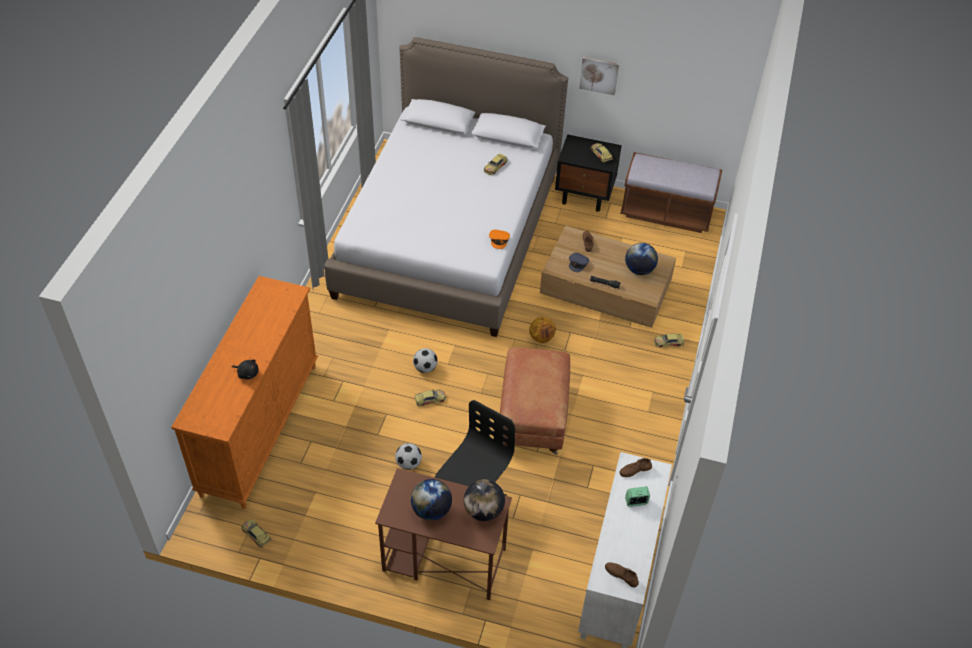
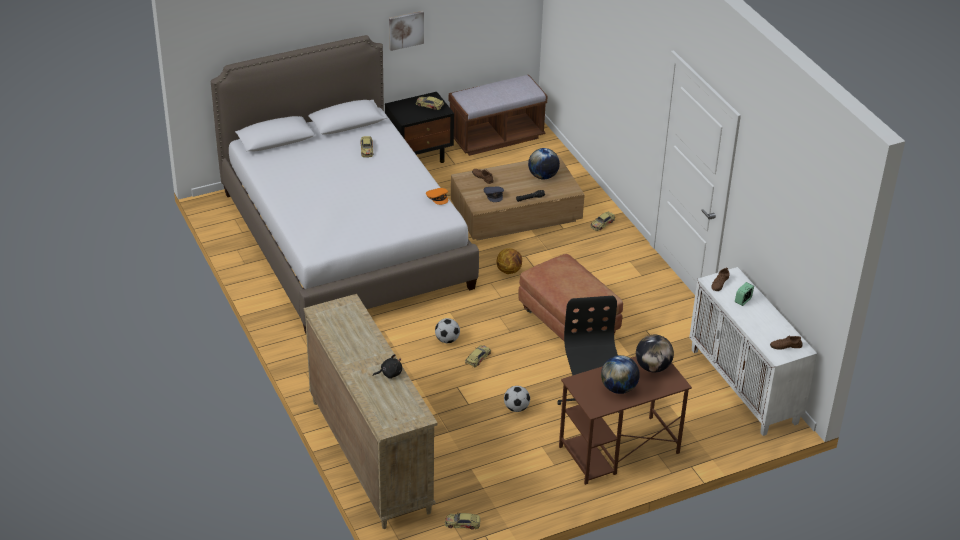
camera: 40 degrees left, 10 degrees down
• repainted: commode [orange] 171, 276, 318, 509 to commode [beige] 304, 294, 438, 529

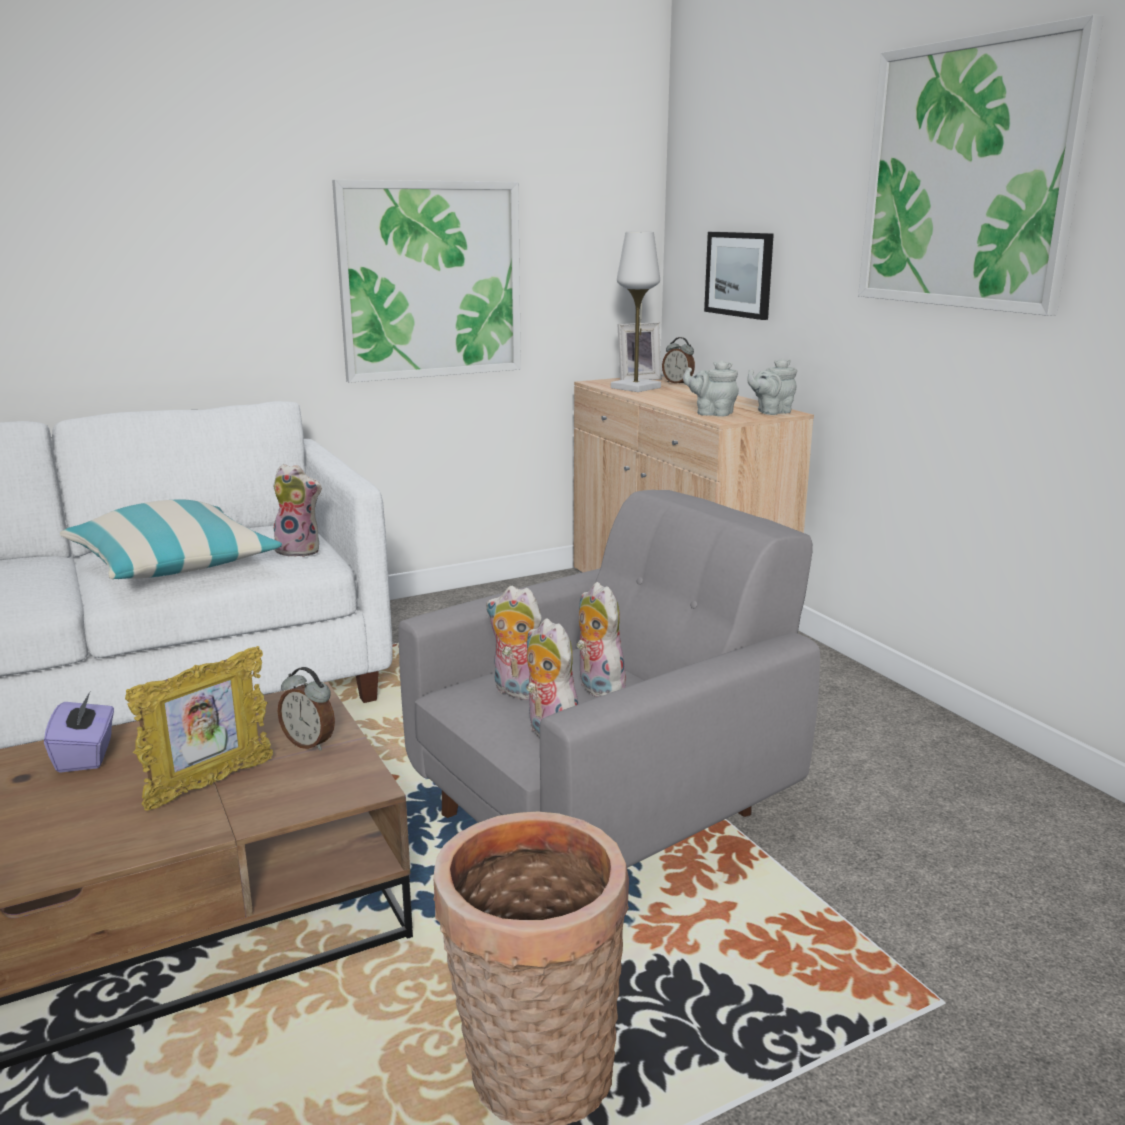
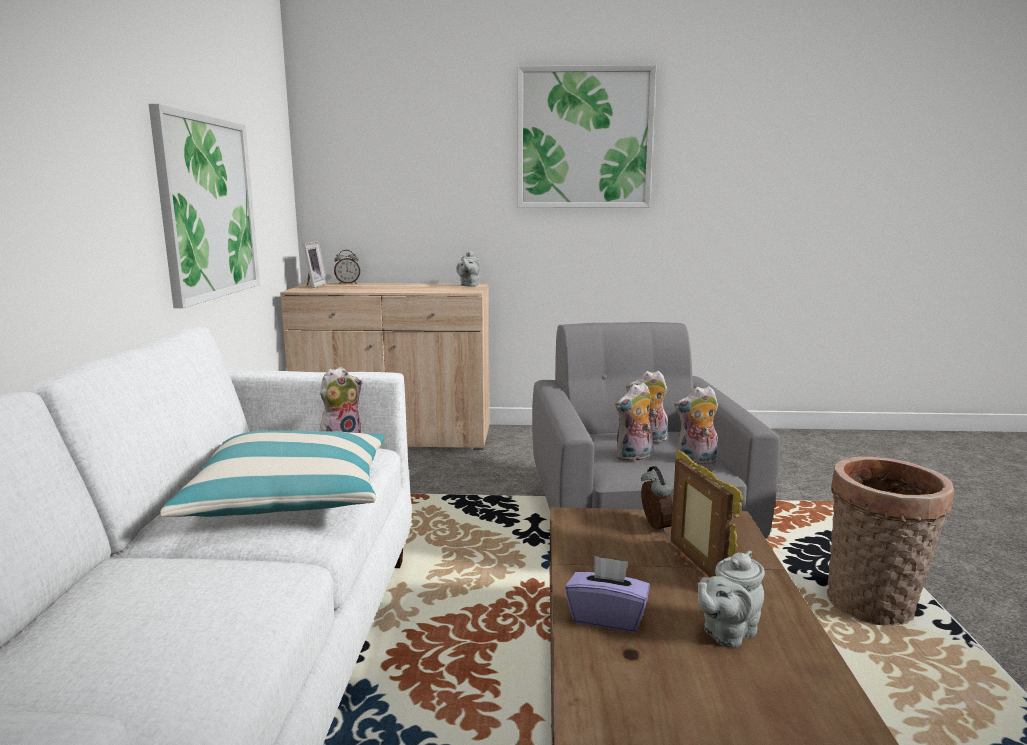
camera: 60 degrees left, 5 degrees down
• gone: lampe de table [blanc] 611, 232, 661, 392
• gone: tableau 704, 232, 774, 320
• shifted: théière [gris] 683, 361, 739, 417 to 697, 551, 765, 648
• rotated: réveil 278, 667, 335, 751 = 641, 466, 673, 533 75 degrees counterclockwise

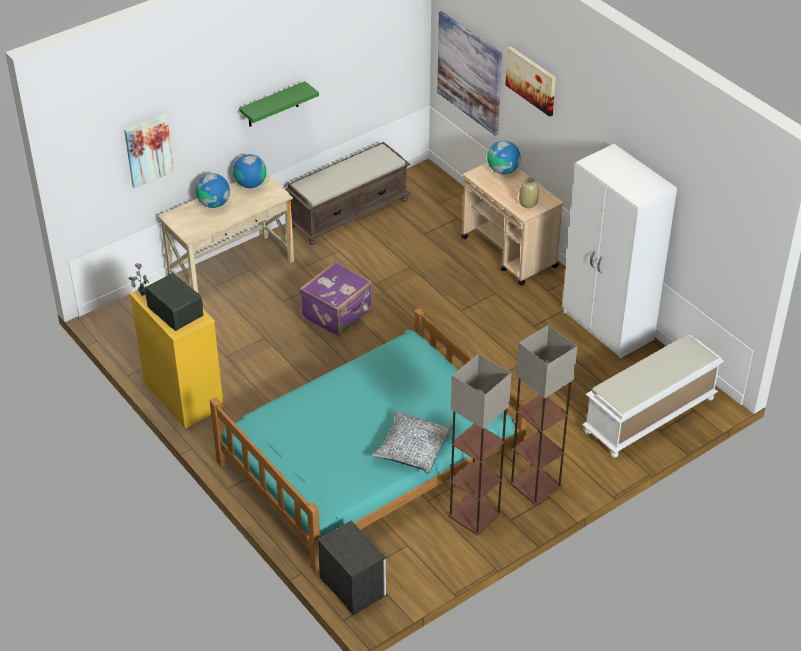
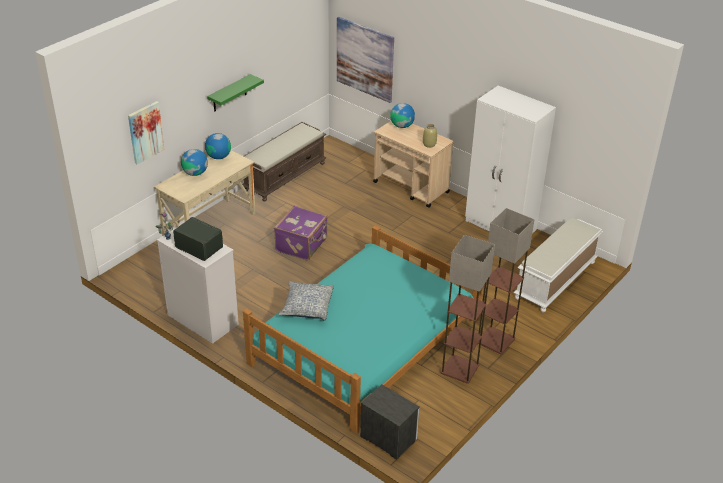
camera: 15 degrees left, 5 degrees down
• gone: tableau 505, 46, 556, 117
• shifted: coussin 371, 410, 453, 474 to 278, 281, 334, 321
• repainted: commode [jaune] 130, 284, 224, 429 to commode [blanc] 157, 226, 239, 344

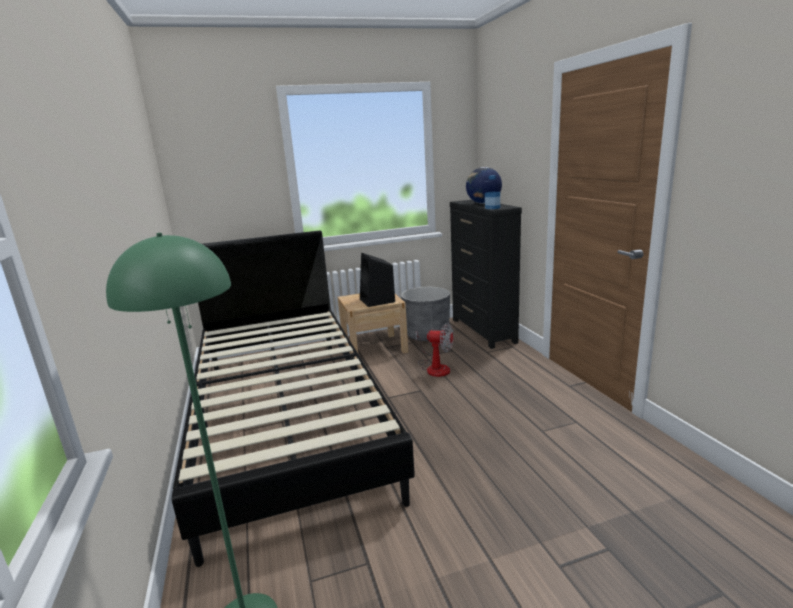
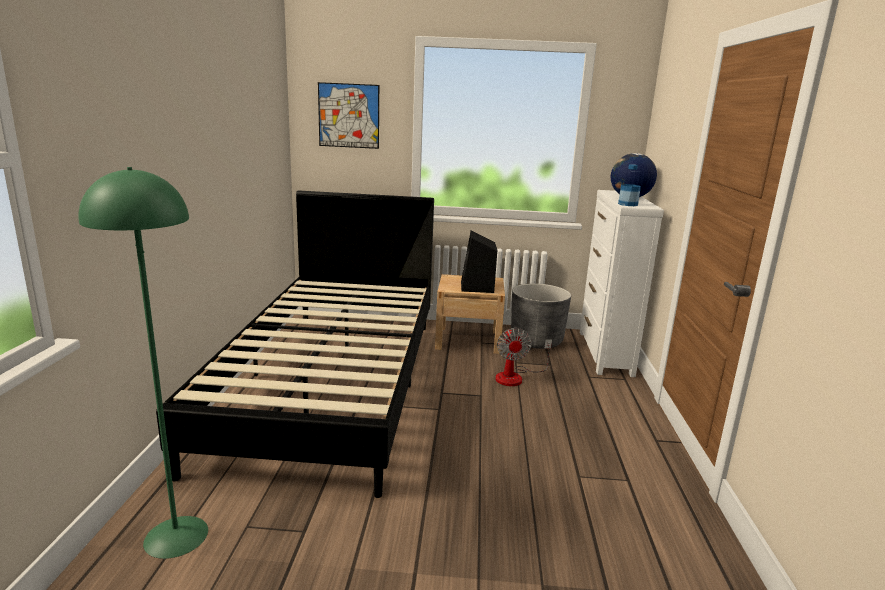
camera: 20 degrees right, 0 degrees up
• new: tableau 318, 82, 379, 149
• repainted: commode [noir] 450, 200, 522, 349 to commode [blanc] 580, 190, 664, 377
• rotated: ventilateur 415, 323, 454, 377 = 495, 328, 552, 386 45 degrees clockwise

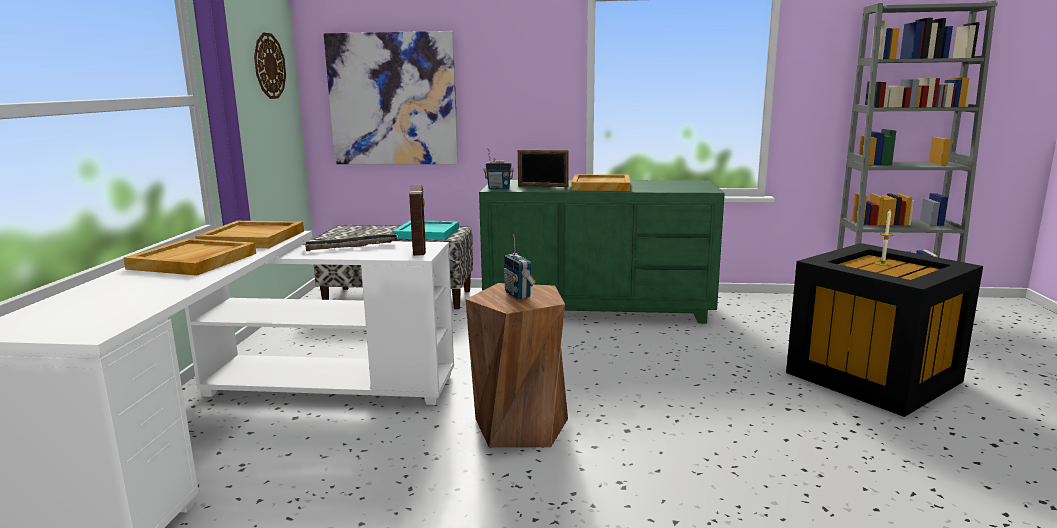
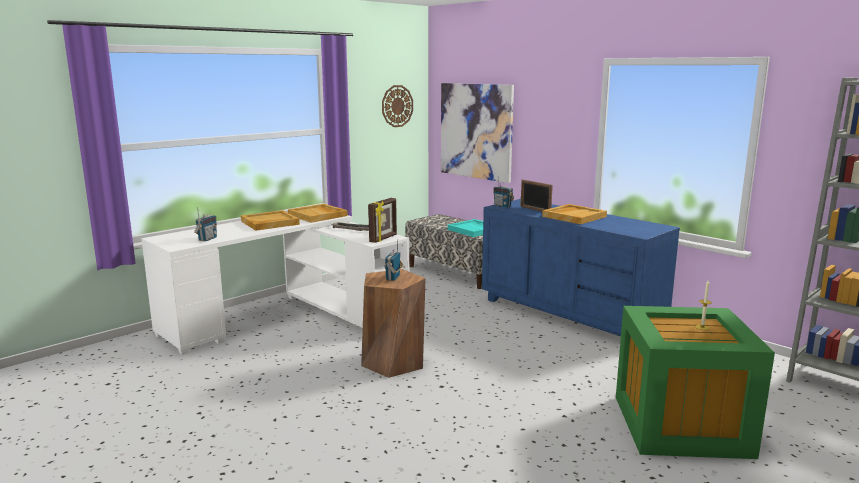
camera: 40 degrees right, 0 degrees up
• new: radio 194, 207, 217, 241
• repainted: commode [vert] 479, 180, 725, 323 to commode [bleu] 482, 199, 680, 336
• repainted: boîte de rangement [noir] 786, 243, 983, 417 to boîte de rangement [vert] 616, 306, 775, 459

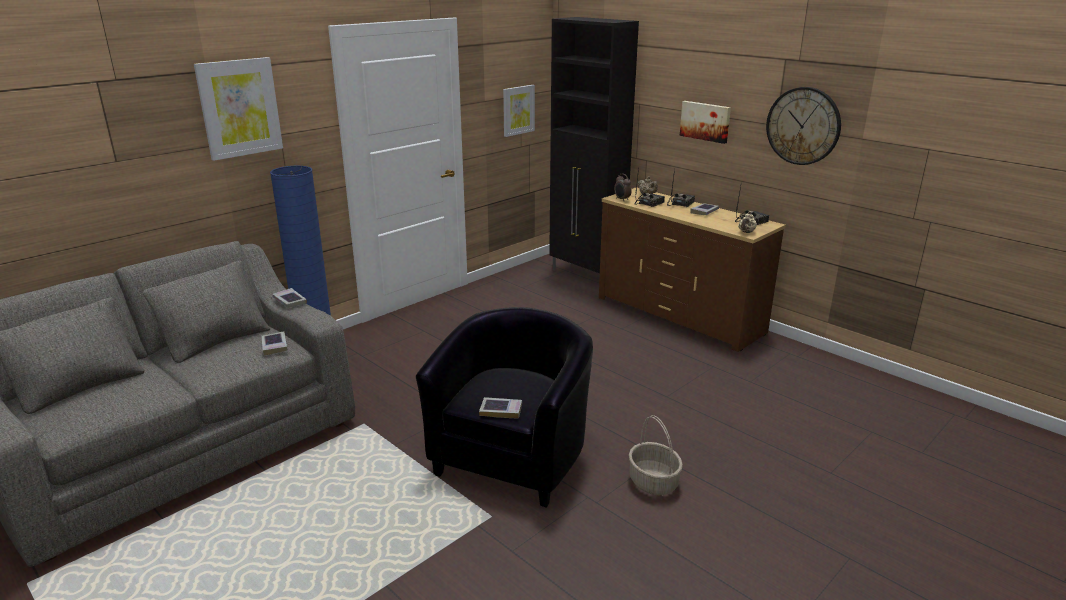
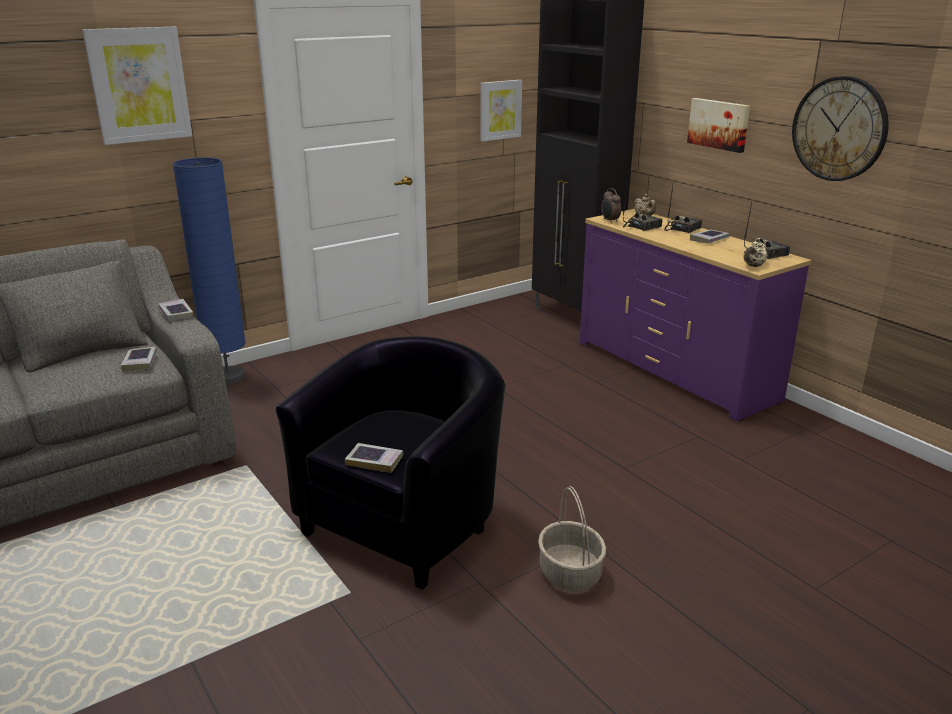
camera: 10 degrees right, 0 degrees up
• repainted: commode [marron] 599, 188, 786, 352 to commode [violet] 580, 209, 811, 421

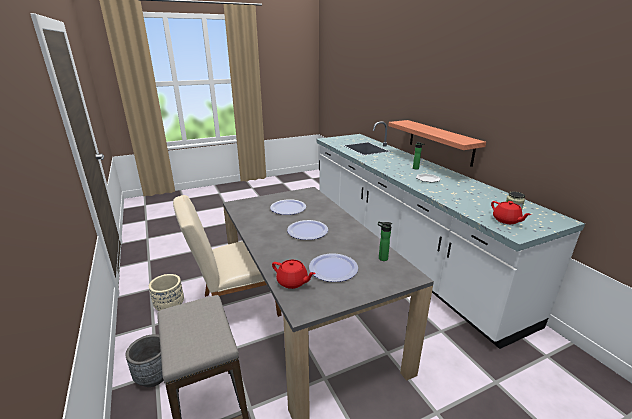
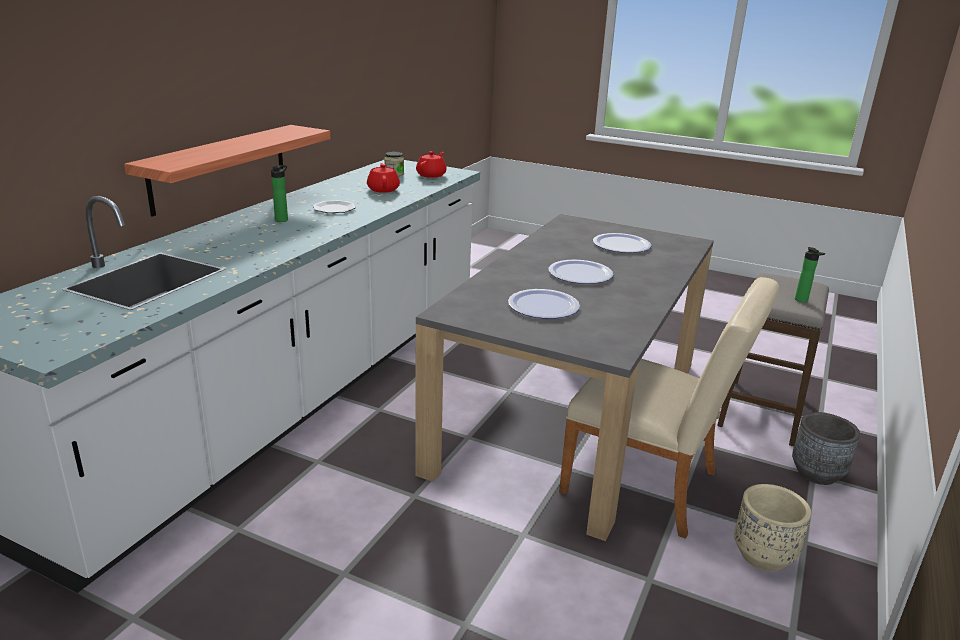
camera: 130 degrees left, 0 degrees up
• shifted: théière [rouge] 272, 260, 316, 289 to 367, 163, 400, 193
• shifted: bouteille 378, 222, 392, 261 to 795, 247, 825, 303

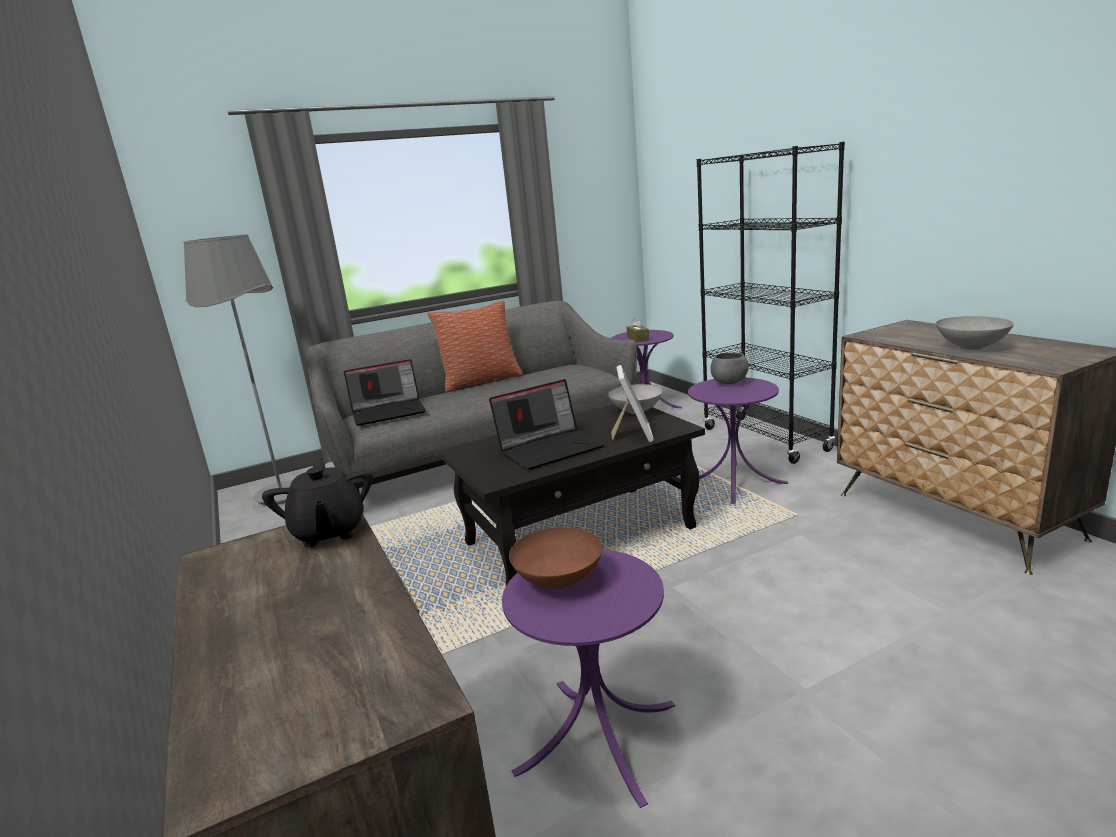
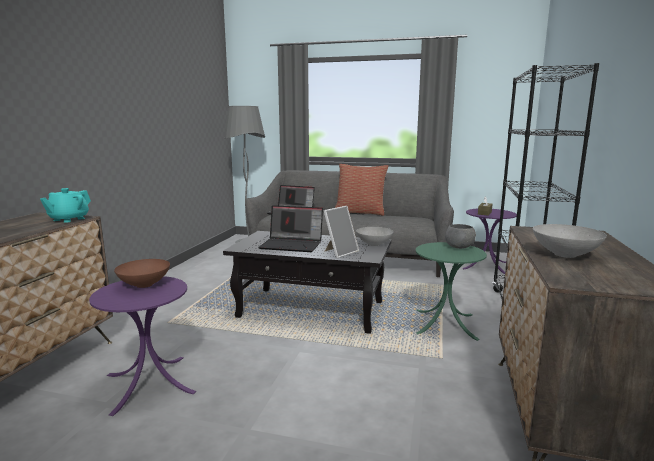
camera: 40 degrees right, 5 degrees down
• repainted: théière [noir] 262, 462, 373, 548 to théière [turquoise] 40, 188, 91, 223
• repainted: table d'appoint [violet] 688, 377, 788, 504 to table d'appoint [vert] 415, 242, 487, 341

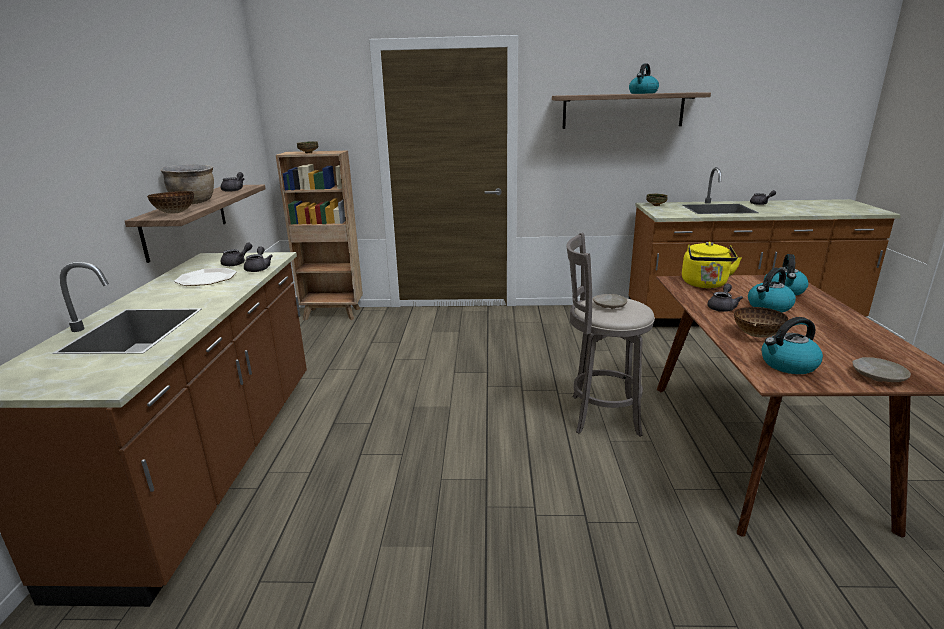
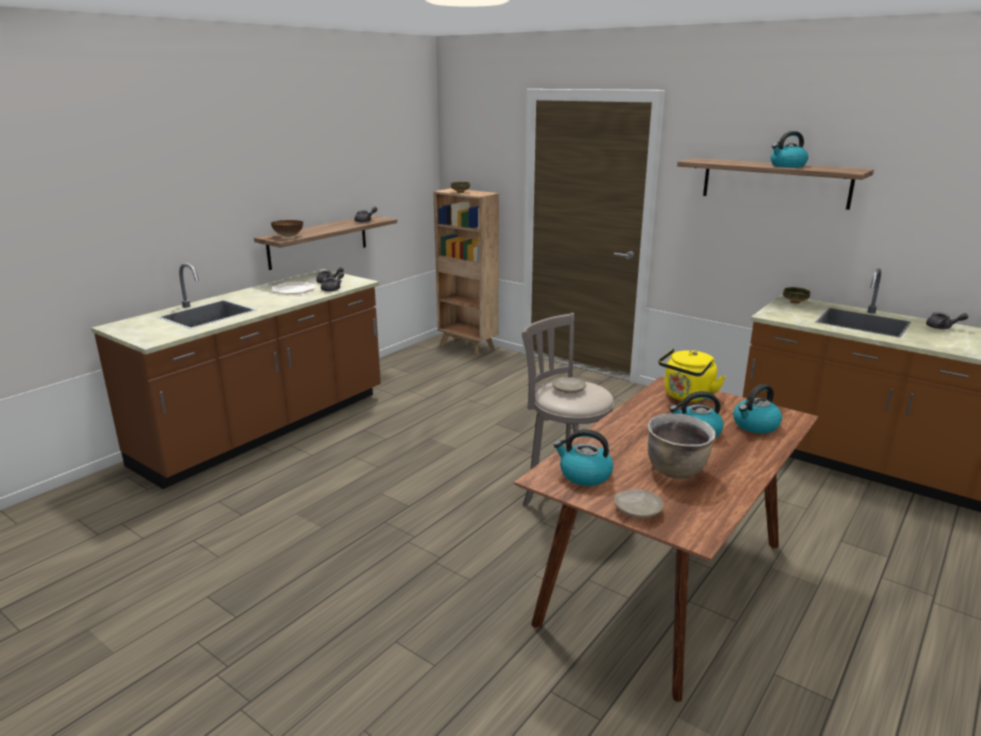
camera: 35 degrees right, 0 degrees up
• gone: théière [gris] 707, 284, 743, 312
• gone: bol 734, 307, 788, 338
• shifted: marmite [marron] 160, 164, 214, 204 to 648, 413, 716, 479

